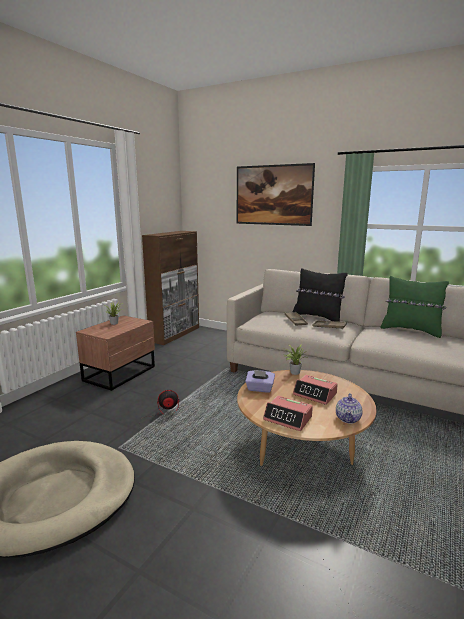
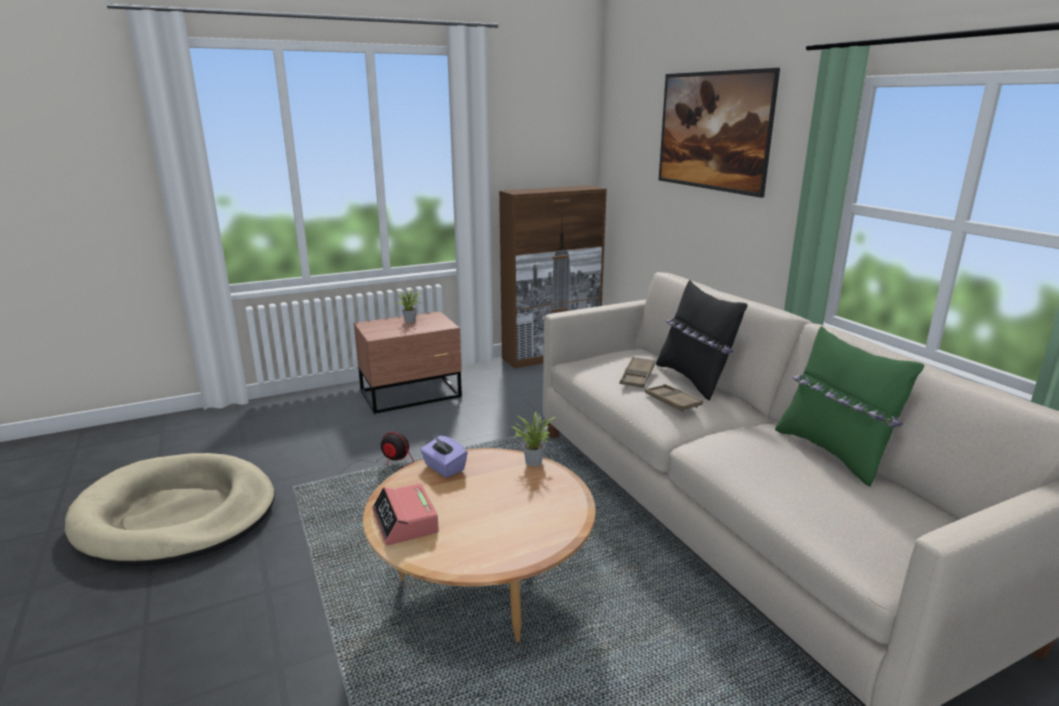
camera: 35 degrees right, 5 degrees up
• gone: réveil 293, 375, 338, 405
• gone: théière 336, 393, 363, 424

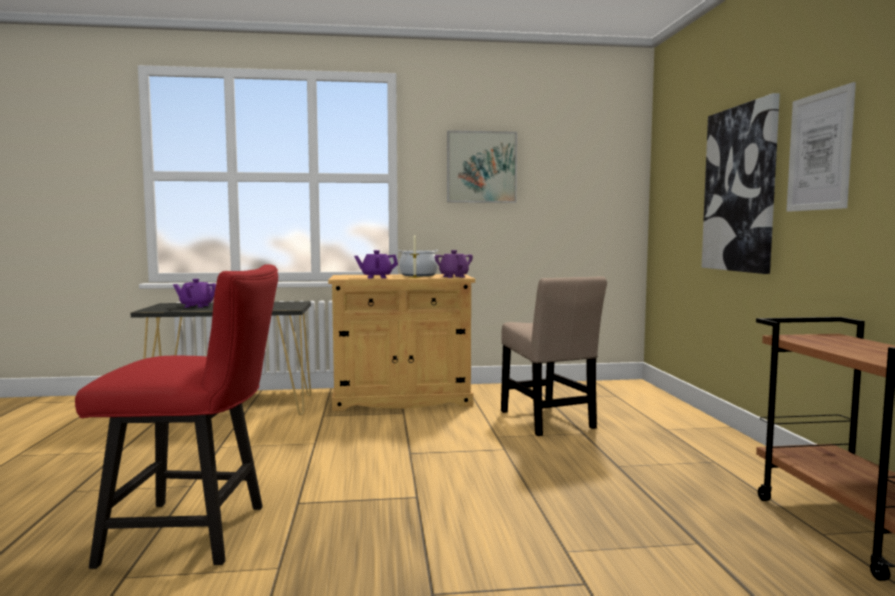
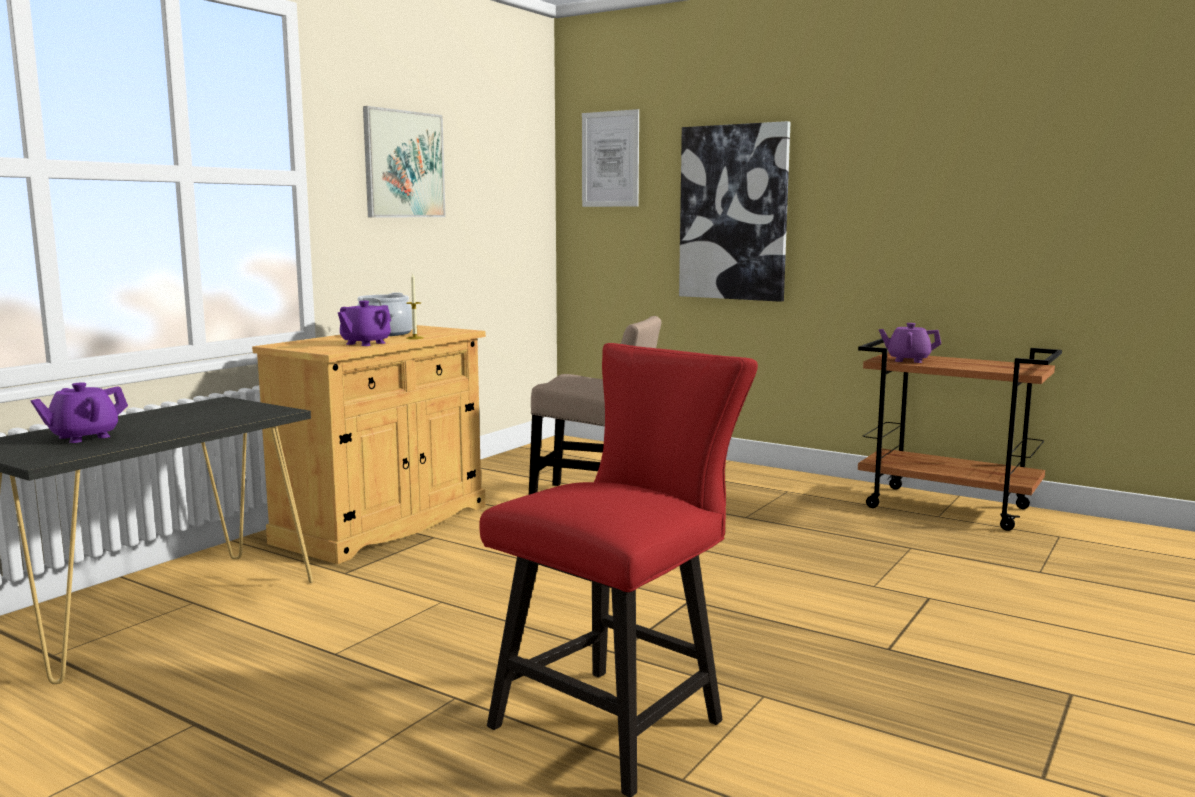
camera: 50 degrees left, 5 degrees up
• shifted: théière [violet] 435, 250, 473, 278 to 879, 323, 941, 363
• shifted: tableau 786, 82, 856, 212 to 582, 109, 639, 207

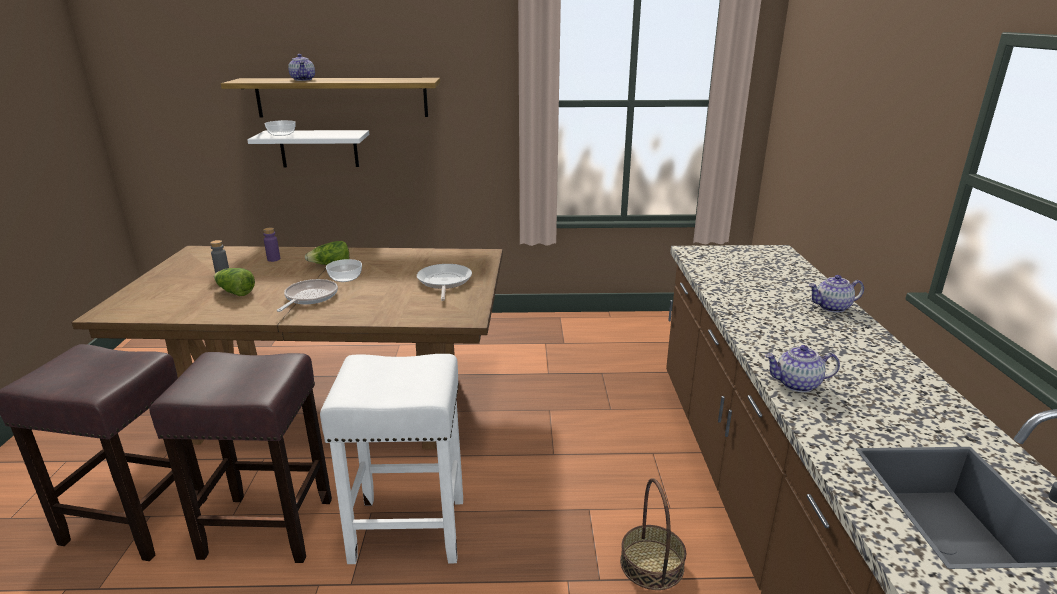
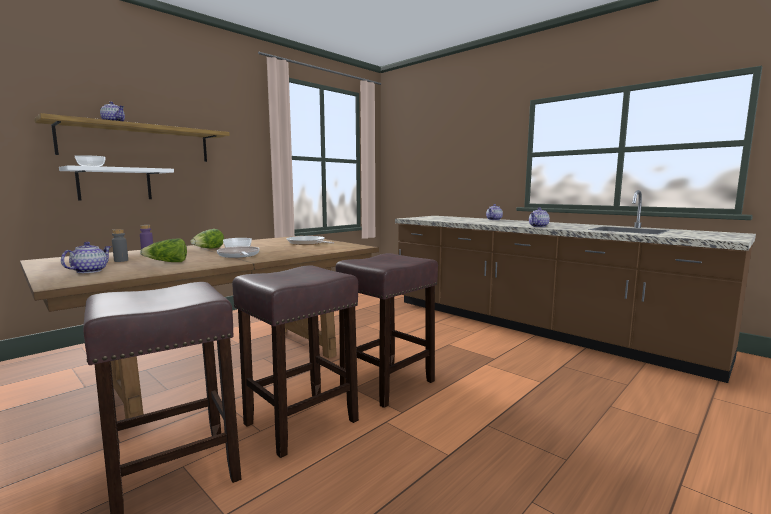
camera: 45 degrees left, 15 degrees down
• gone: panier 620, 478, 686, 590
• new: théière 61, 242, 111, 273
• repainted: tabouret [blanc] 320, 354, 463, 564 to tabouret [marron] 336, 253, 438, 408

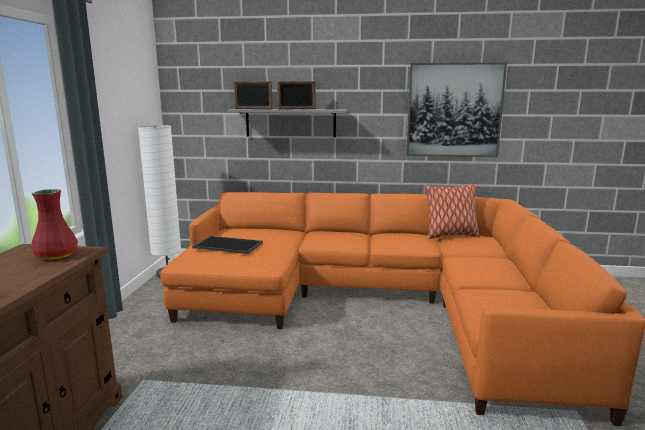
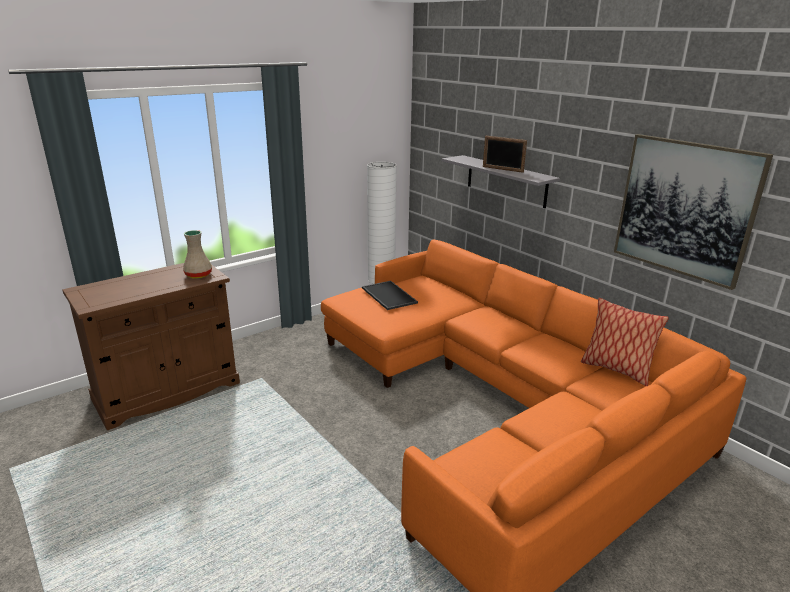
camera: 45 degrees right, 10 degrees up
• gone: cadre photo 233, 81, 272, 109
• repainted: vase [rouge] 31, 189, 78, 260 to vase [beige] 183, 230, 212, 279

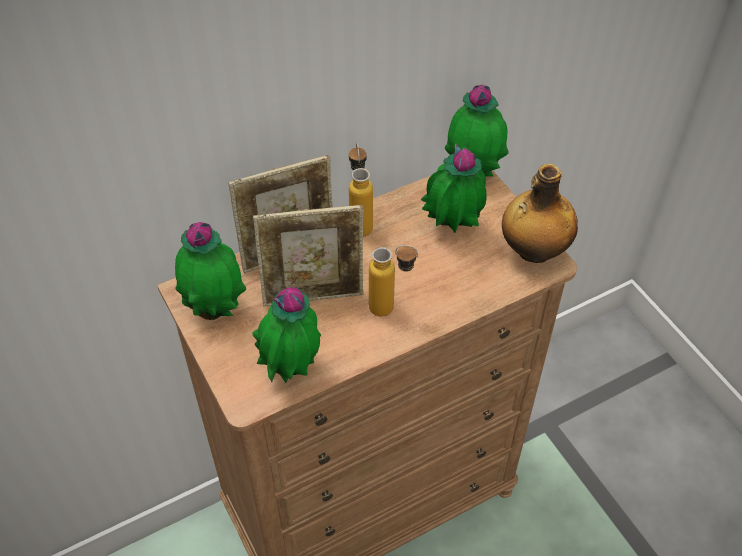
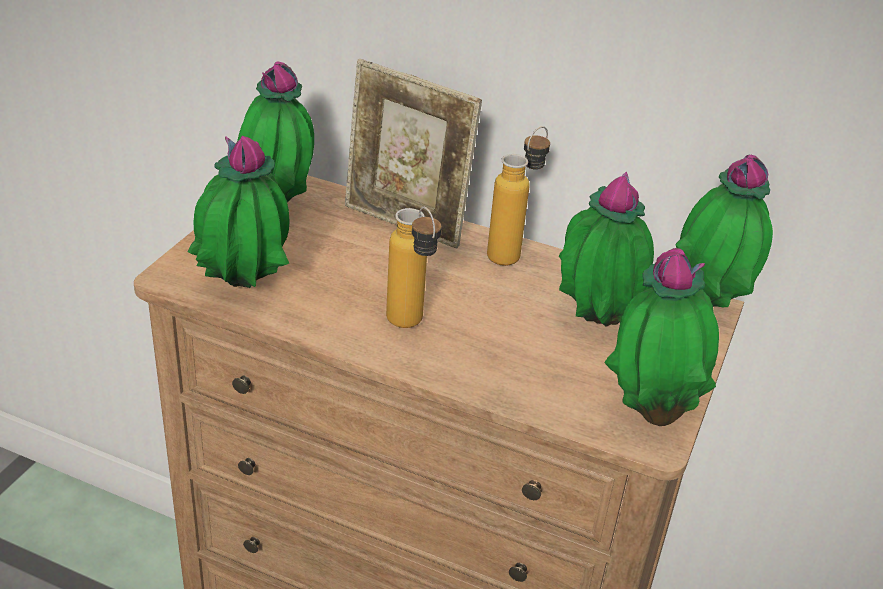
camera: 50 degrees right, 15 degrees down
• gone: cadre photo 253, 205, 363, 306
• swapped: bouteille 502, 164, 578, 263 to plante en pot 604, 248, 719, 426

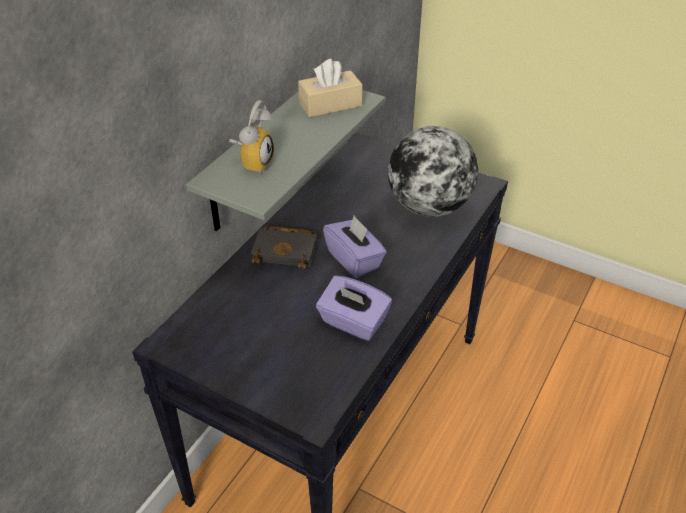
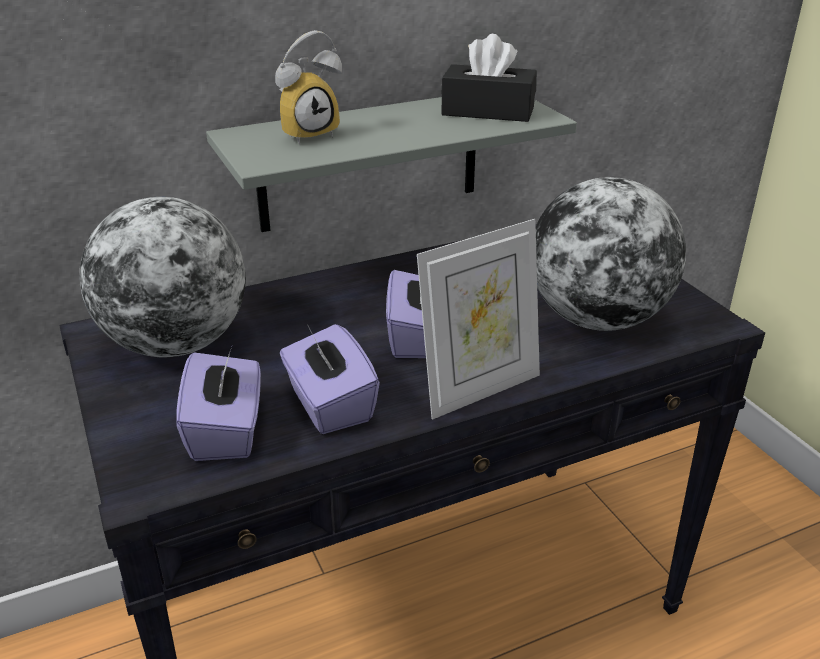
camera: 35 degrees right, 10 degrees down
• gone: livre [noir] 251, 226, 317, 269
• new: globe 79, 197, 246, 357
• new: boîte à mouchoirs [violet] 176, 347, 261, 461
• new: cadre photo 417, 219, 540, 420
• repainted: boîte à mouchoirs [beige] 298, 59, 363, 117 to boîte à mouchoirs [noir] 441, 34, 537, 122

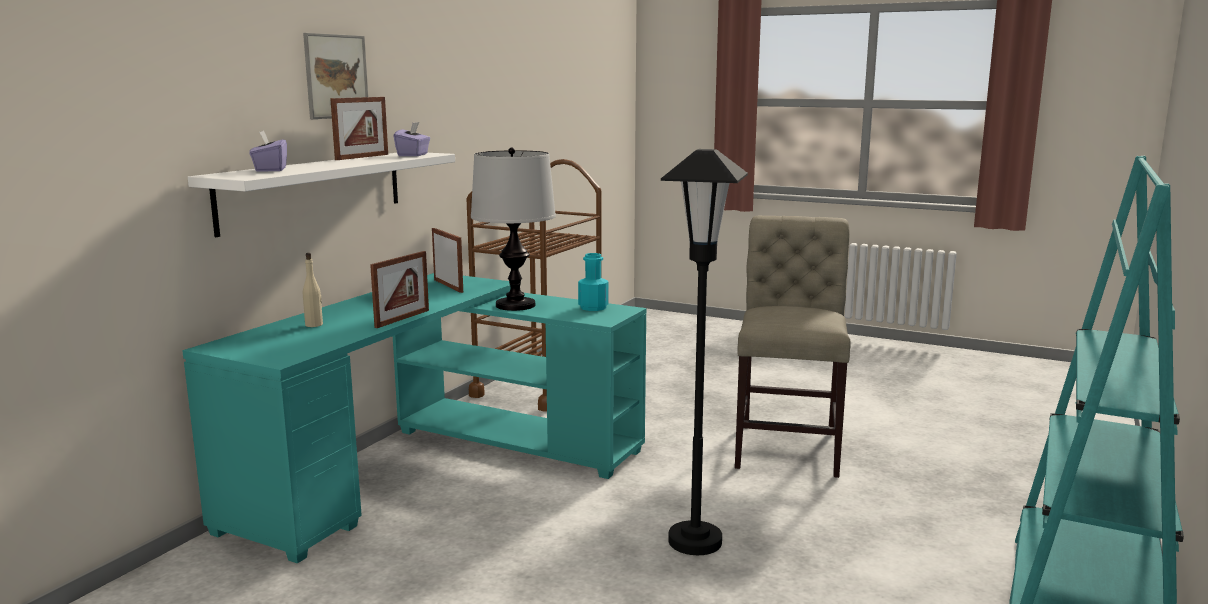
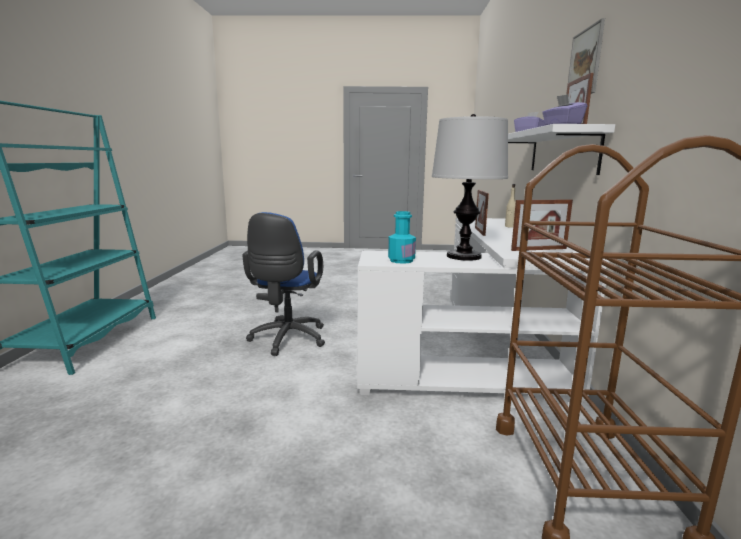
camera: 155 degrees right, 0 degrees up
• gone: chaise [beige] 735, 216, 851, 478
• swapped: lampadaire [noir] 661, 149, 748, 555 to chaise de bureau [bleu] 242, 212, 325, 356
• repainted: bureau [turquoise] 182, 273, 646, 563 to bureau [blanc] 357, 218, 609, 402
• rotated: cadre photo 432, 228, 463, 293 = 511, 199, 573, 251 45 degrees counterclockwise

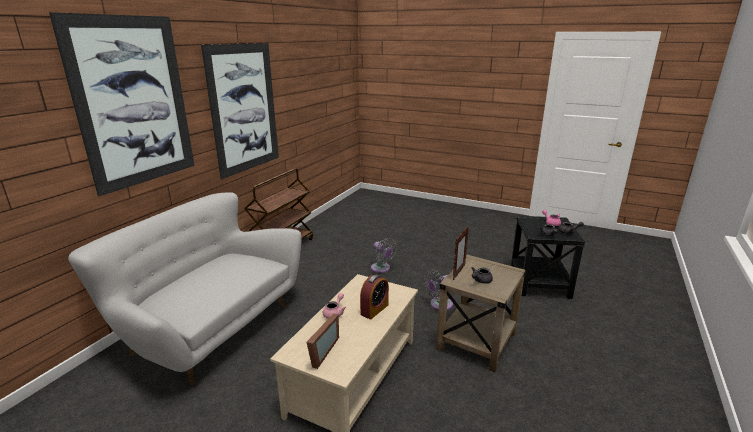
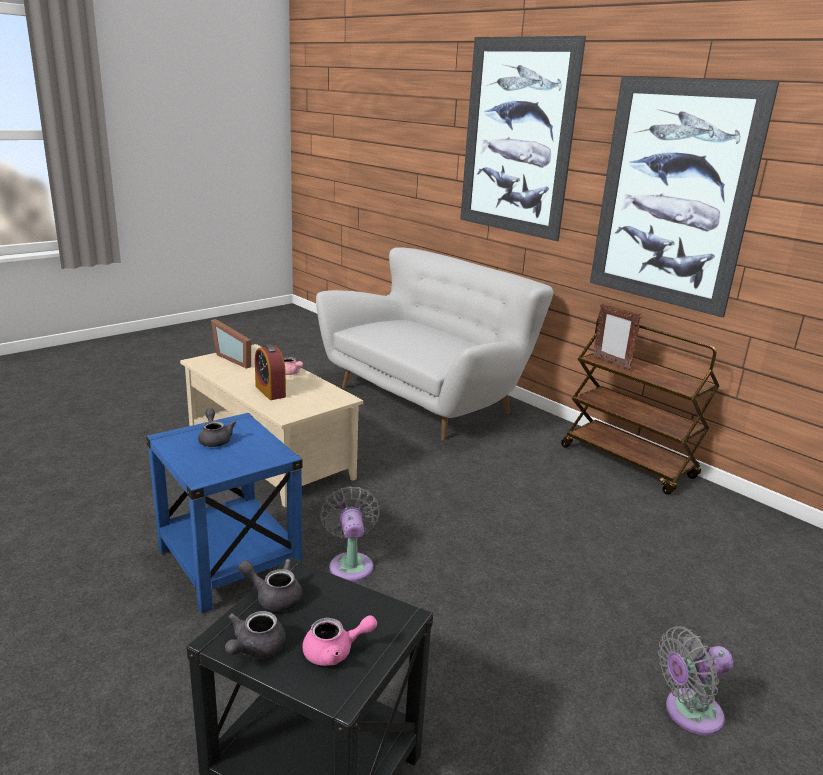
camera: 110 degrees right, 0 degrees up
• shifted: ventilateur [gris] 371, 238, 397, 273 to 658, 626, 733, 735
• shifted: cadre photo 453, 226, 469, 280 to 593, 303, 642, 370
• repainted: table d'appoint [beige] 436, 255, 526, 372 to table d'appoint [bleu] 146, 413, 303, 614

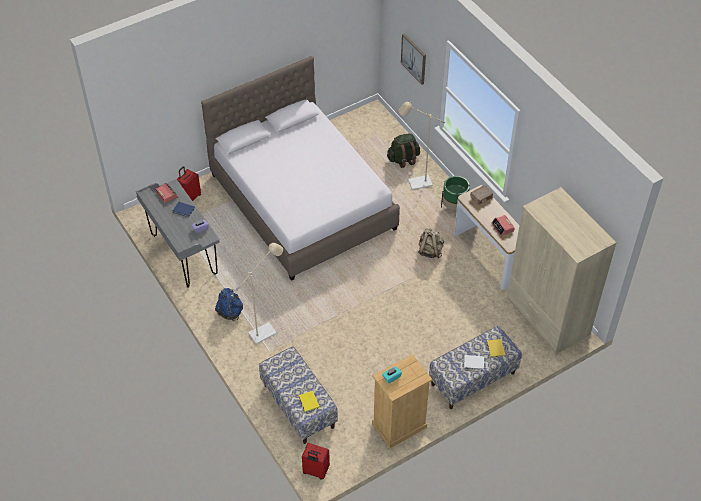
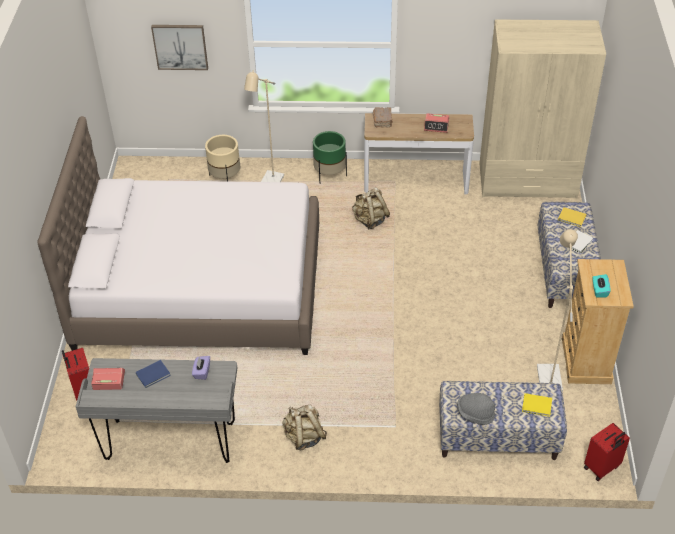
camera: 55 degrees left, 5 degrees down
• new: chapeau [gris] 457, 393, 495, 425
• shifted: lampadaire [beige] 236, 243, 283, 344 to 537, 229, 578, 392
• swapped: sac à dos [vert] 387, 134, 420, 168 to cache-pot [beige] 205, 135, 240, 182
• repainted: sac à dos [bleu] 215, 288, 243, 321 to sac à dos [beige] 282, 404, 327, 450

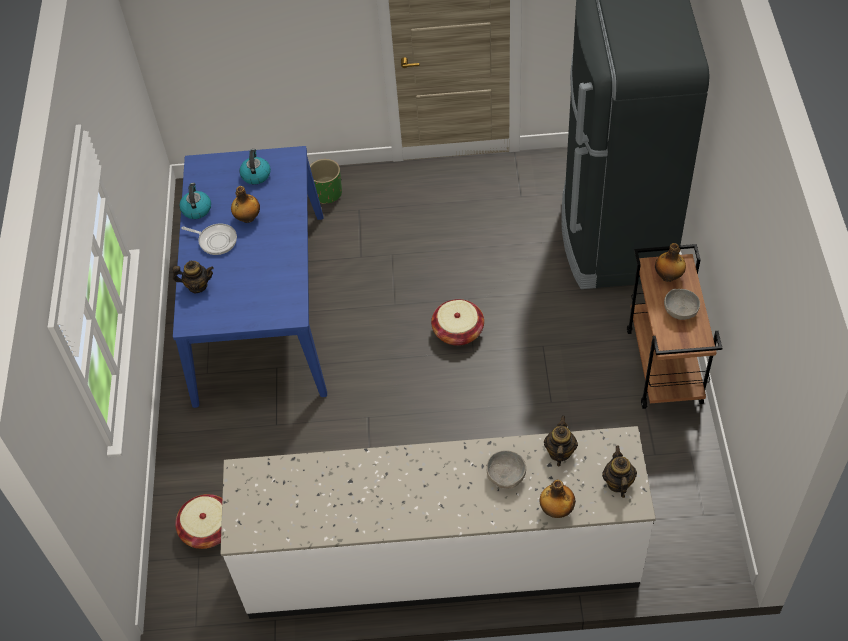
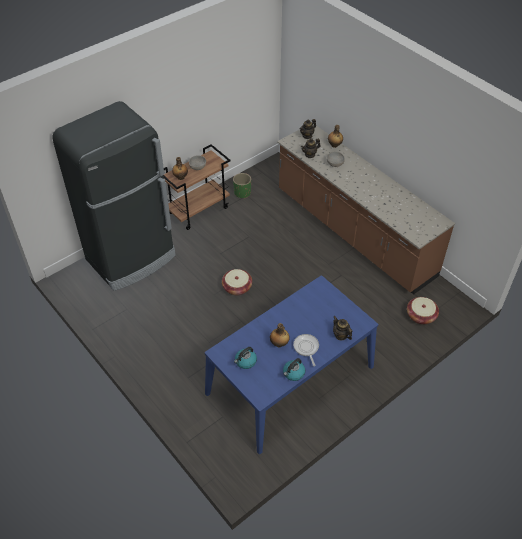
camera: 130 degrees left, 5 degrees down
• shifted: cache-pot [vert] 310, 159, 342, 204 to 233, 173, 251, 198
• repainted: comptoir de cuisine [blanc] 221, 426, 656, 619 to comptoir de cuisine [marron] 277, 124, 455, 295

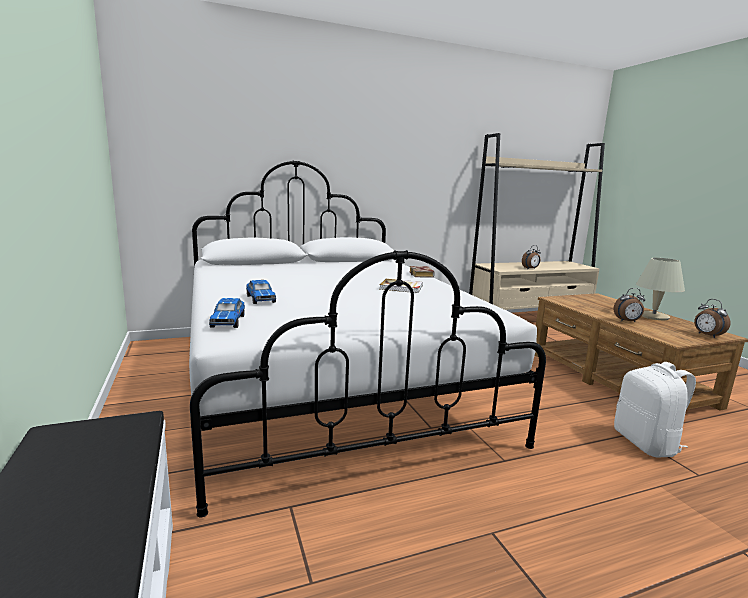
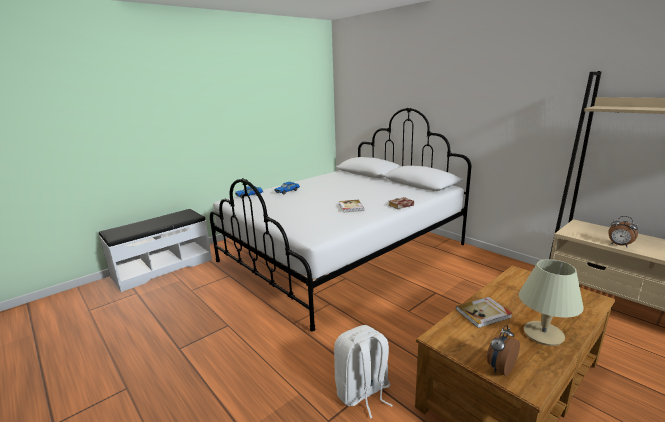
camera: 70 degrees right, 5 degrees up
• swapped: réveil 614, 288, 645, 322 to livre 456, 297, 512, 328

